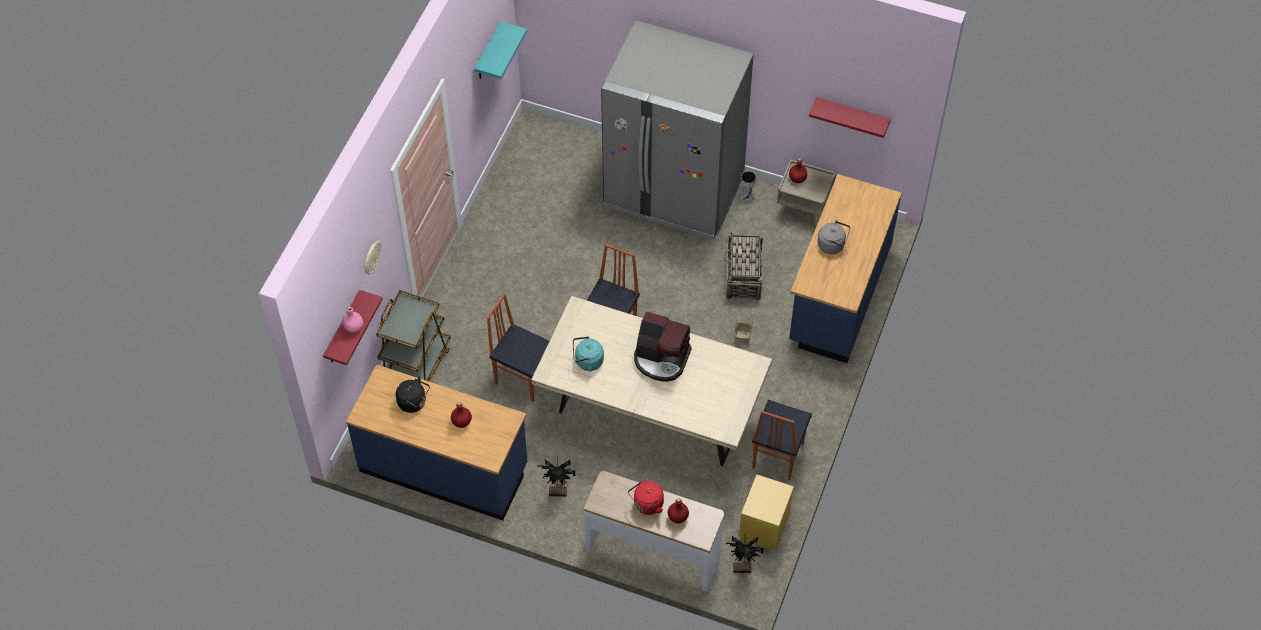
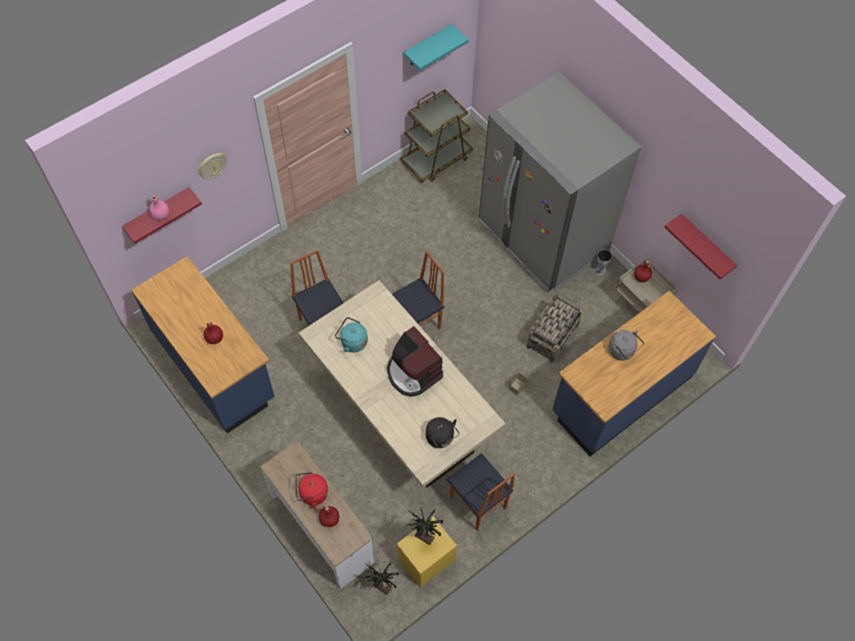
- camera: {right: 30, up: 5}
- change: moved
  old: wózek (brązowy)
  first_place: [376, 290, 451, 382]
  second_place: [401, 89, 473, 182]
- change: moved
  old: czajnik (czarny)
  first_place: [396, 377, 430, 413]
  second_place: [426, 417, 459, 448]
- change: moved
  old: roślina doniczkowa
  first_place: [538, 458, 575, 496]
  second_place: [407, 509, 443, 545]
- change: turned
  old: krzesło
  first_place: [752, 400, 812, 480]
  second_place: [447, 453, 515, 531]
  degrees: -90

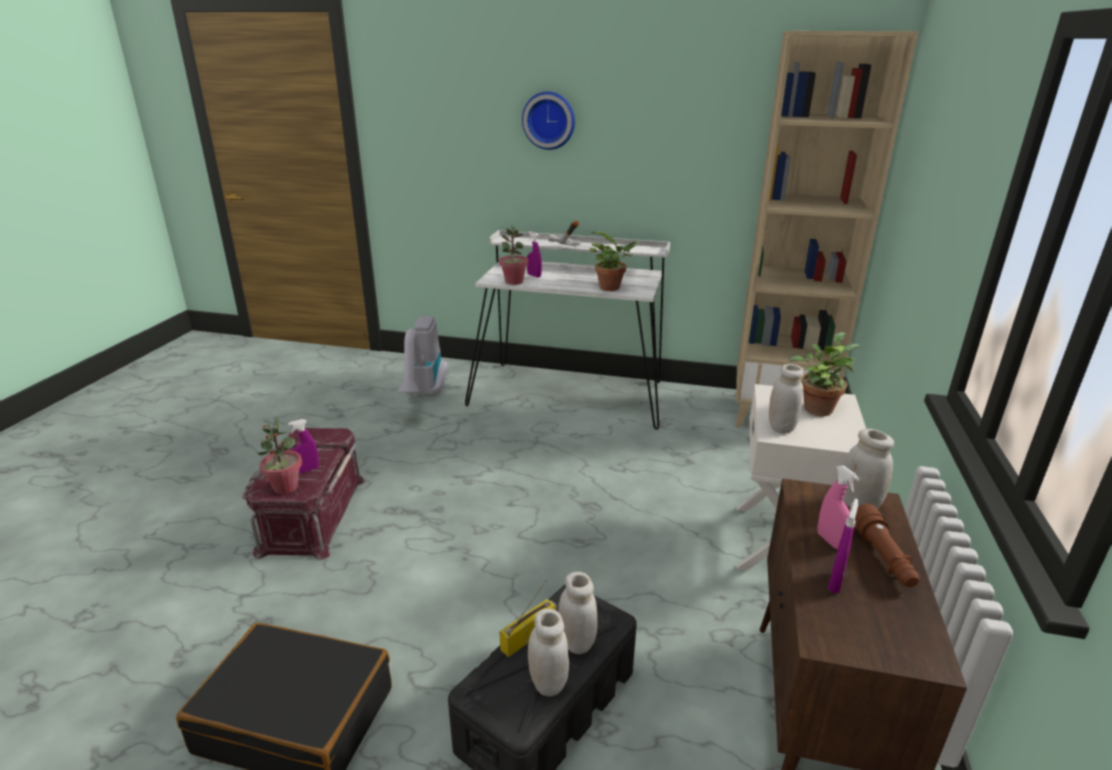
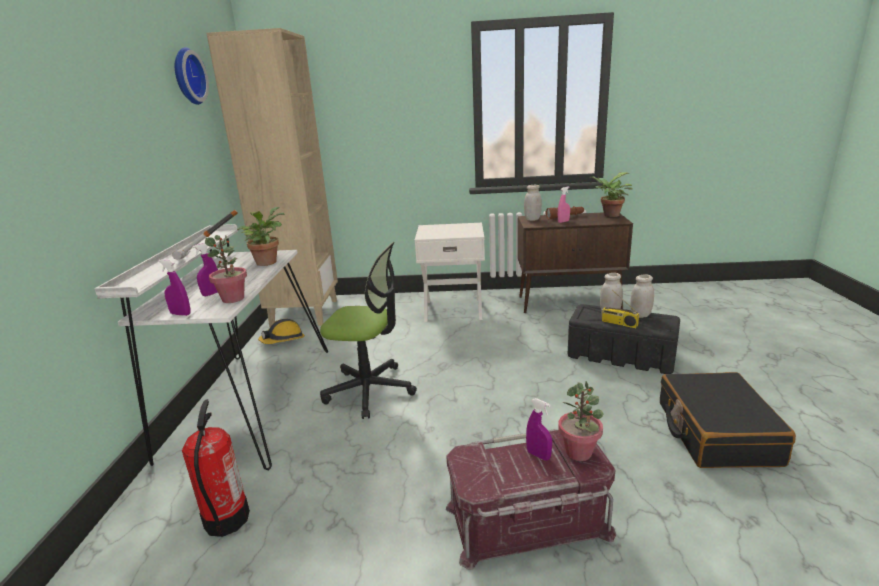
- camera: {right: -100, up: -5}
- change: replaced
  old: odkurzacz
  new: gaśnica
  first_place: [396, 316, 448, 395]
  second_place: [182, 399, 250, 537]
- change: moved
  old: zegar ścienny
  first_place: [522, 91, 575, 150]
  second_place: [175, 47, 209, 105]
- change: removed
  old: słoik (biały)
  first_place: [769, 364, 803, 434]
- change: moved
  old: roślina doniczkowa
  first_place: [788, 332, 860, 416]
  second_place: [592, 172, 633, 217]
- change: moved
  old: spryskiwacz (fioletowy)
  first_place: [828, 499, 858, 593]
  second_place: [158, 259, 191, 316]
- change: added
  new: kask
  second_place: [258, 319, 305, 344]
- change: added
  new: krzesło biurowe
  second_place: [320, 242, 417, 419]

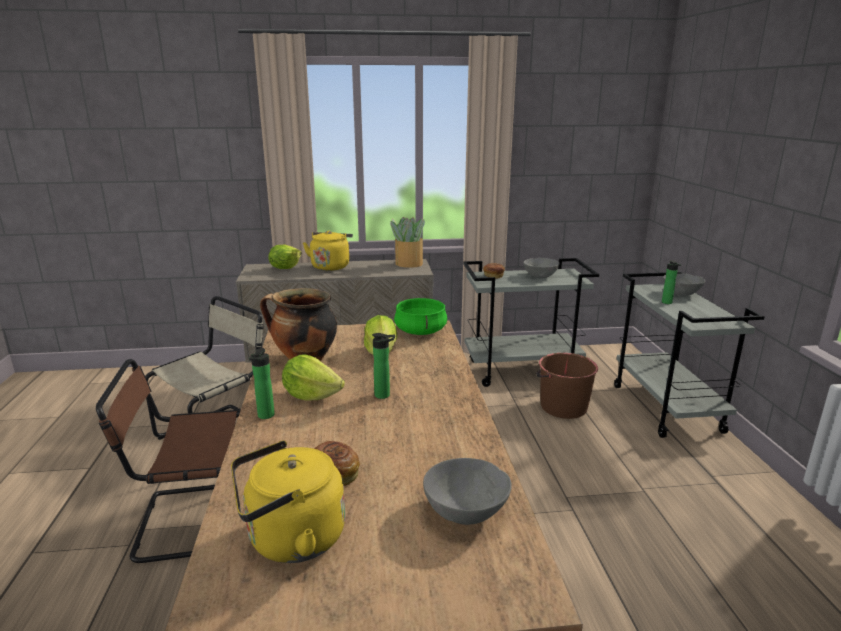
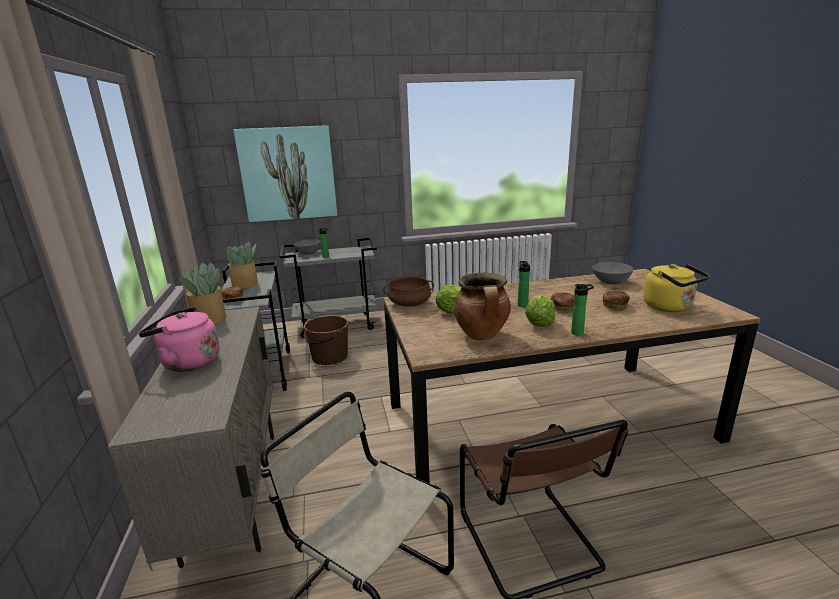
- camera: {right: -95, up: 0}
- change: removed
  old: sałata
  first_place: [269, 245, 302, 269]
- change: recoloured
  old: czajnik (żółty)
  new: czajnik (różowy)
  first_place: [303, 231, 353, 271]
  second_place: [139, 307, 220, 372]
- change: recoloured
  old: garnek (zielony)
  new: garnek (brązowy)
  first_place: [394, 298, 447, 335]
  second_place: [383, 276, 434, 306]
- change: replaced
  old: miska (szary)
  new: roślina doniczkowa
  first_place: [524, 258, 559, 278]
  second_place: [224, 242, 258, 289]
- change: added
  new: obraz
  second_place: [233, 125, 337, 222]
- change: added
  new: chleb
  second_place: [551, 292, 574, 312]

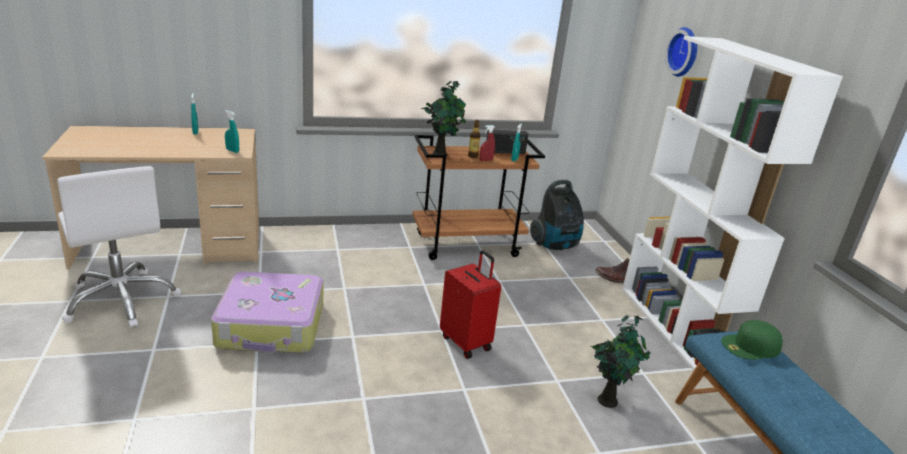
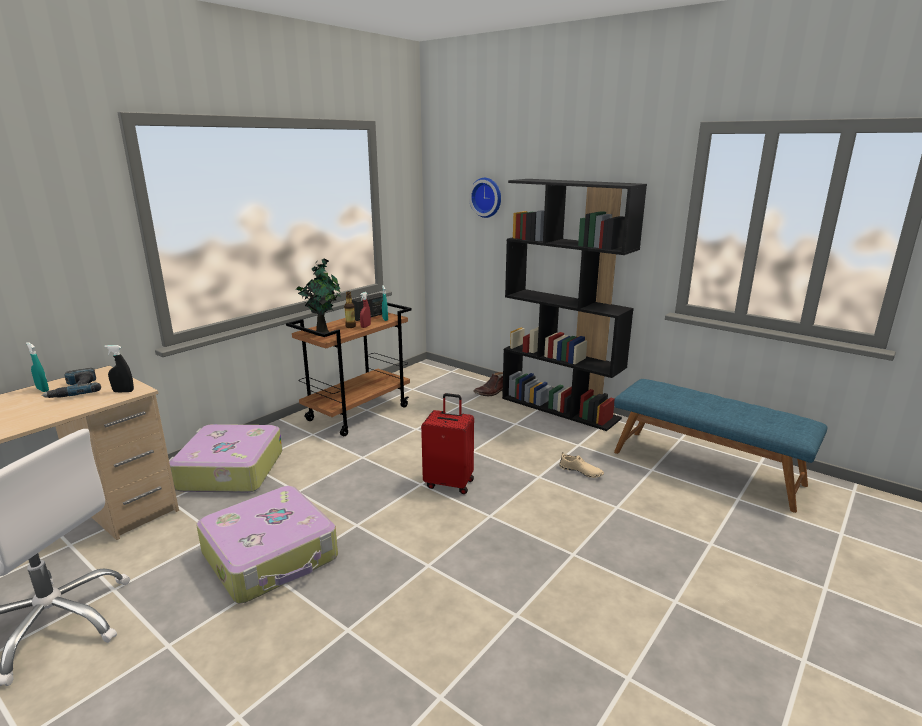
- camera: {right: -35, up: -5}
- change: recoloured
  old: spryskiwacz (turkusowy)
  new: spryskiwacz (czarny)
  first_place: [225, 110, 239, 153]
  second_place: [104, 345, 134, 392]
- change: removed
  old: odkurzacz
  first_place: [530, 180, 584, 250]
- change: replaced
  old: roślina doniczkowa
  new: but (beżowy)
  first_place: [590, 315, 651, 408]
  second_place: [559, 453, 604, 478]
- change: recoloured
  old: regał (biały)
  new: regał (czarny)
  first_place: [622, 36, 843, 371]
  second_place: [502, 179, 647, 431]
- change: removed
  old: czapka z daszkiem (zielony)
  first_place: [721, 320, 783, 360]
- change: added
  new: wiertarka
  second_place: [41, 368, 101, 398]
- change: added
  new: walizka
  second_place: [169, 424, 282, 493]

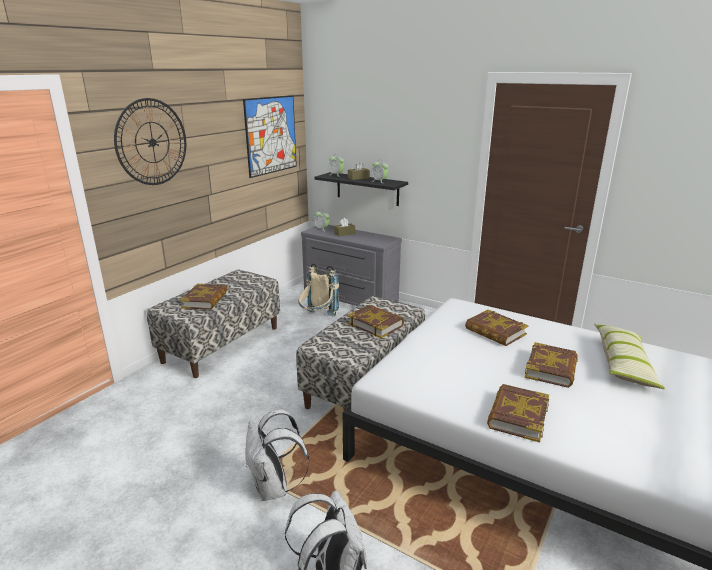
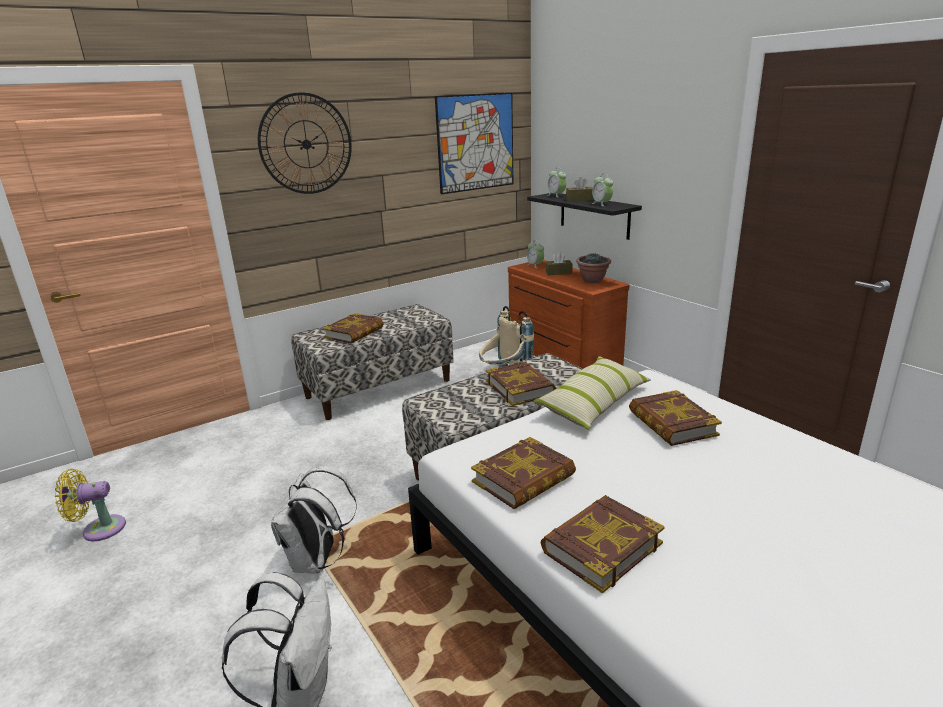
- camera: {right: 25, up: 0}
- change: recoloured
  old: komoda (szary)
  new: komoda (brązowy)
  first_place: [301, 225, 402, 306]
  second_place: [508, 260, 630, 369]
- change: moved
  old: książka
  first_place: [525, 342, 578, 388]
  second_place: [471, 437, 576, 509]
- change: moved
  old: poduszka
  first_place: [594, 323, 665, 389]
  second_place: [533, 356, 651, 430]
- change: added
  new: wentylator (żółty)
  second_place: [55, 469, 126, 541]
- change: added
  new: roślina doniczkowa
  second_place: [576, 253, 611, 283]

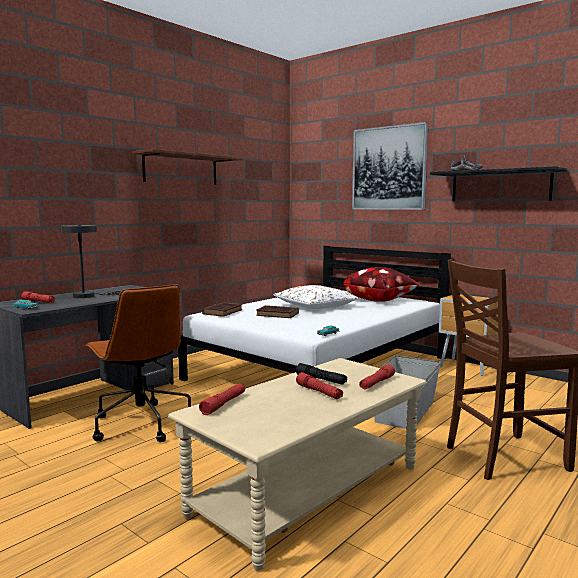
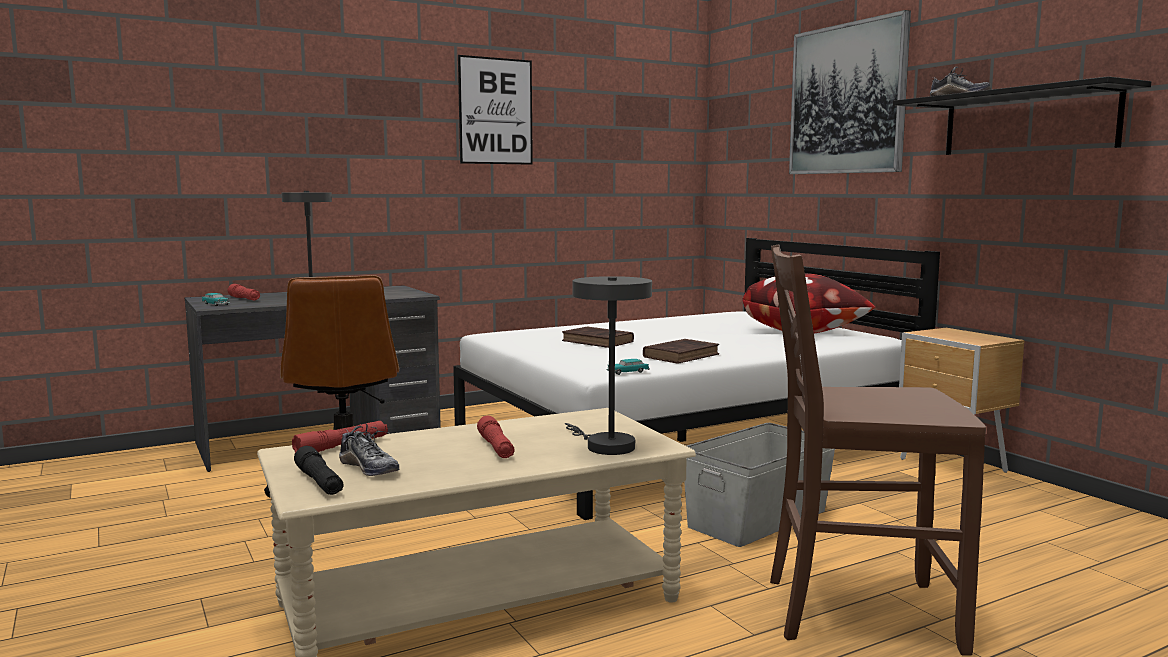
- camera: {right: 20, up: 0}
- change: replaced
  old: półka (brązowy)
  new: obraz
  first_place: [132, 149, 243, 185]
  second_place: [458, 55, 533, 165]
- change: moved
  old: książka (brązowy)
  first_place: [202, 302, 242, 317]
  second_place: [643, 339, 719, 364]
- change: removed
  old: poduszka (biały)
  first_place: [274, 285, 359, 309]
- change: moved
  old: latarka (czarny)
  first_place: [296, 363, 347, 385]
  second_place: [294, 446, 344, 495]
- change: replaced
  old: latarka (czerwony)
  new: lampa stołowa (szary)
  first_place: [359, 364, 395, 389]
  second_place: [565, 276, 652, 455]
- change: added
  new: but
  second_place: [339, 423, 399, 476]

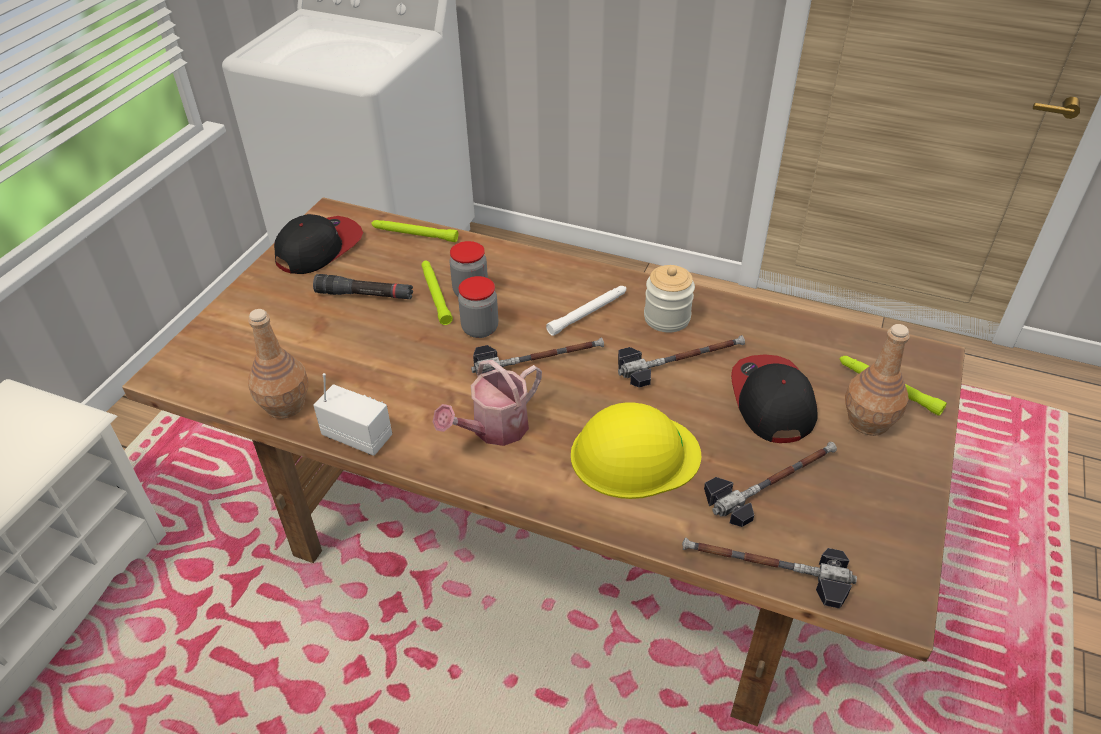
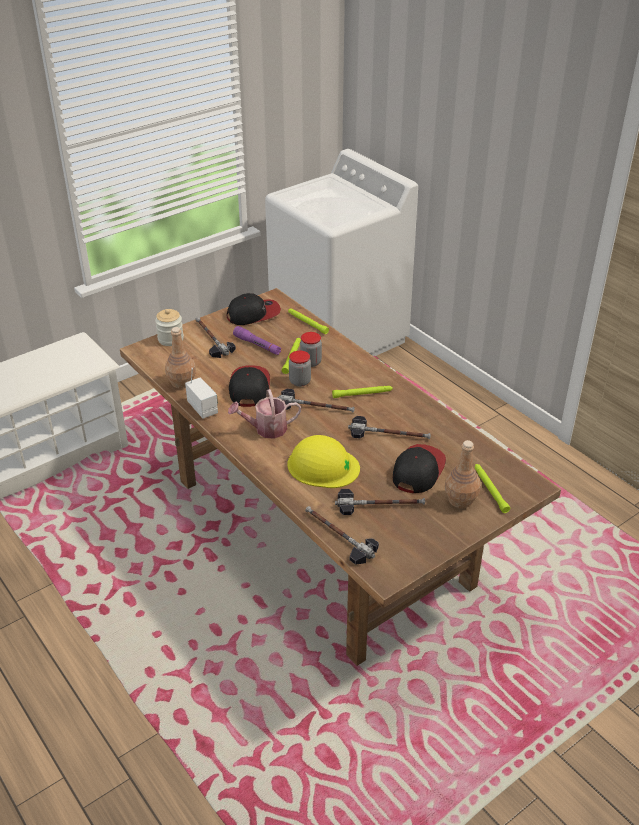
- camera: {right: 30, up: -5}
- change: recoloured
  old: latarka (czarny)
  new: latarka (fioletowy)
  first_place: [313, 274, 413, 299]
  second_place: [233, 326, 281, 355]
- change: recoloured
  old: latarka (biały)
  new: latarka (zielony)
  first_place: [546, 286, 626, 336]
  second_place: [332, 386, 393, 398]
- change: moved
  old: słoik
  first_place: [644, 265, 695, 333]
  second_place: [155, 309, 184, 346]
- change: added
  new: młotek
  second_place: [195, 317, 236, 358]
- change: added
  new: czapka z daszkiem
  second_place: [229, 365, 270, 407]

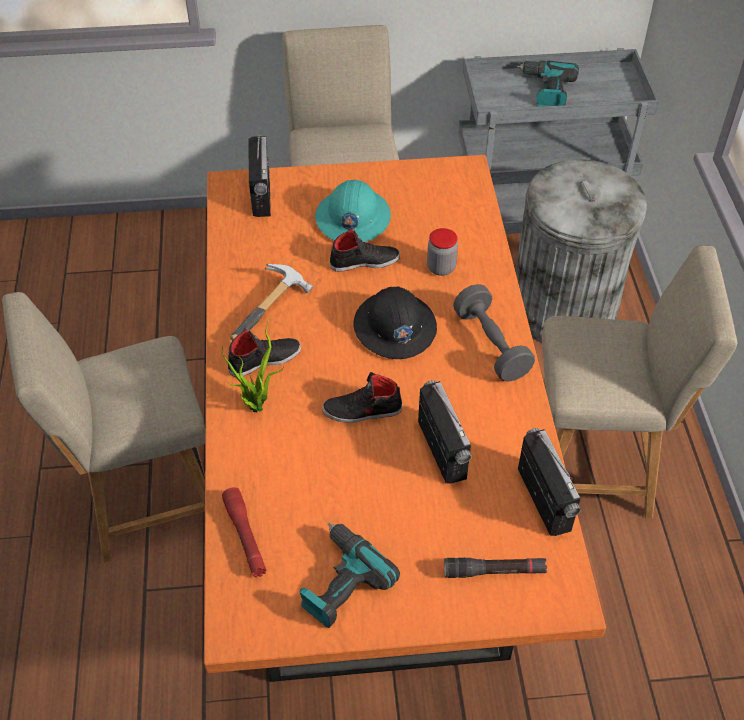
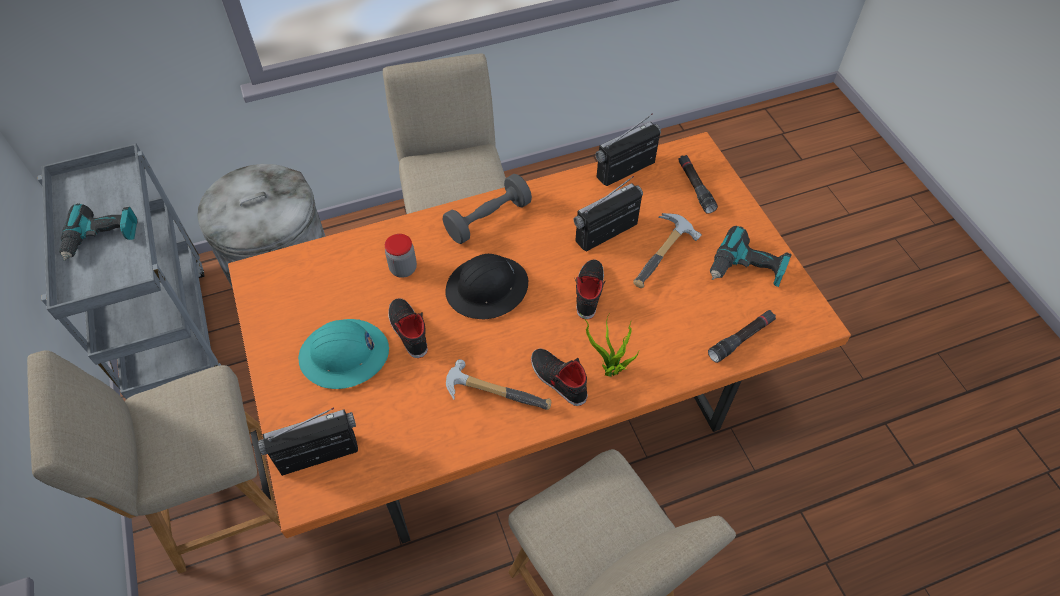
- camera: {right: -105, up: 5}
- change: recoloured
  old: latarka (czerwony)
  new: latarka (czarny)
  first_place: [222, 487, 267, 577]
  second_place: [708, 310, 776, 363]
- change: turned
  old: but (czarny)
  first_place: [322, 372, 402, 423]
  second_place: [574, 260, 606, 319]
  degrees: -150
- change: added
  new: młotek
  second_place: [633, 213, 702, 288]

